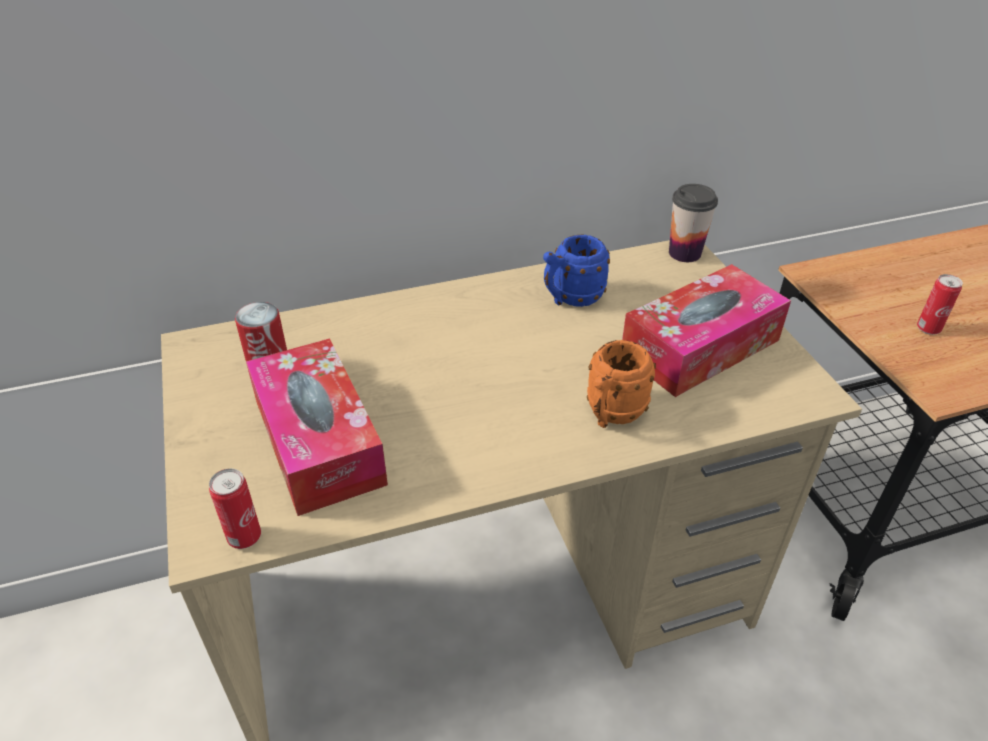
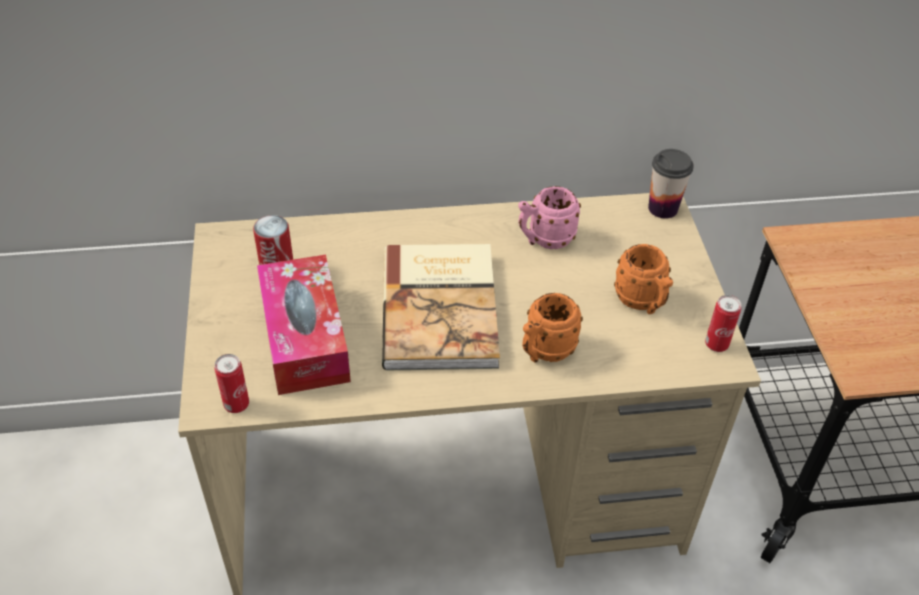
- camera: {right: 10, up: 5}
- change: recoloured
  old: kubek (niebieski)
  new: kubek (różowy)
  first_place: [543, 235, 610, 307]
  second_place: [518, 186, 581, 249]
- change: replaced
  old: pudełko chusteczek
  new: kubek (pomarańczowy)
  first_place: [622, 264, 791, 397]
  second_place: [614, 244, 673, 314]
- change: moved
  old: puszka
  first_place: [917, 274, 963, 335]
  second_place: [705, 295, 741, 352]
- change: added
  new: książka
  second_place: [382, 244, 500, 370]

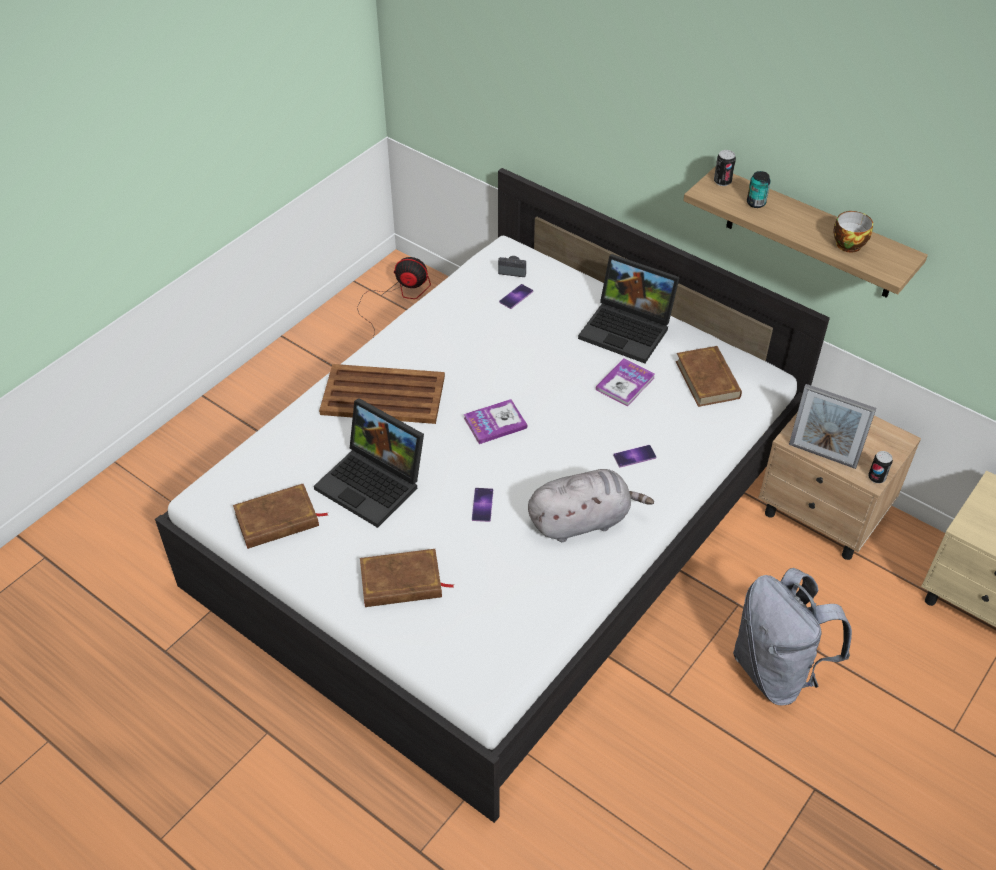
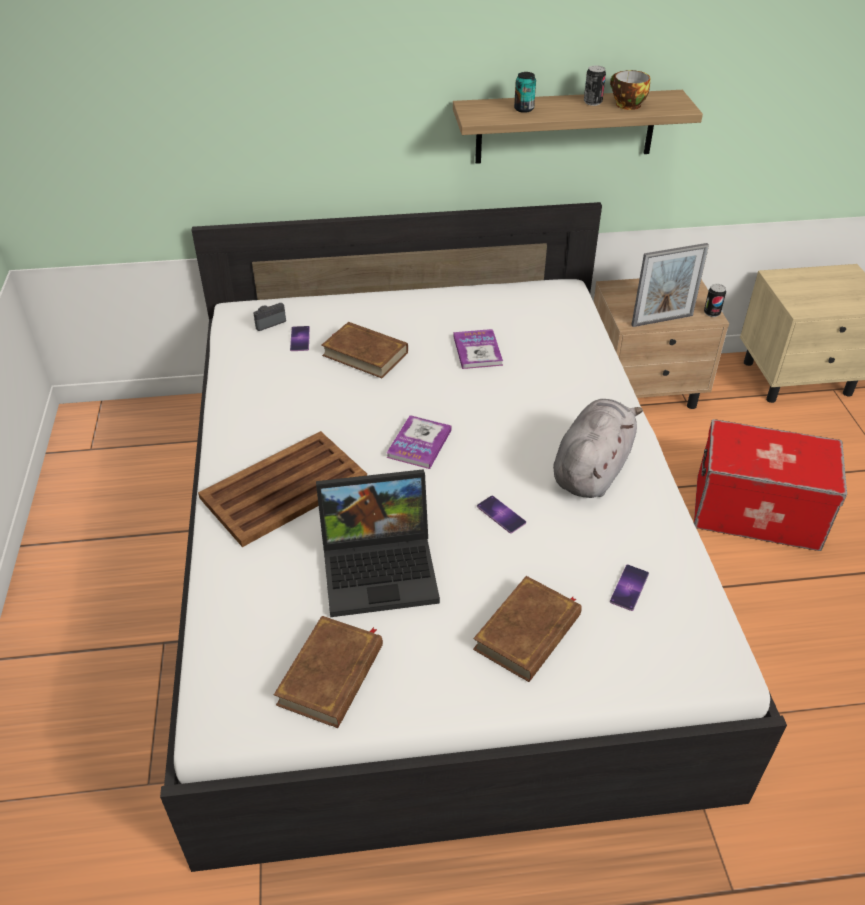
- camera: {right: -45, up: -5}
- change: removed
  old: wentylator
  first_place: [357, 257, 431, 337]
- change: removed
  old: laptop
  first_place: [578, 254, 680, 363]
- change: moved
  old: telefon
  first_place: [613, 445, 656, 467]
  second_place: [610, 565, 649, 611]
- change: moved
  old: książka (brązowy)
  first_place: [676, 346, 742, 407]
  second_place: [321, 322, 408, 378]
- change: moved
  old: puszka
  first_place: [714, 150, 736, 186]
  second_place: [584, 65, 606, 106]
- change: replaced
  old: plecak (szary)
  new: pojemnik do przechowywania
  first_place: [733, 568, 852, 706]
  second_place: [694, 419, 847, 551]

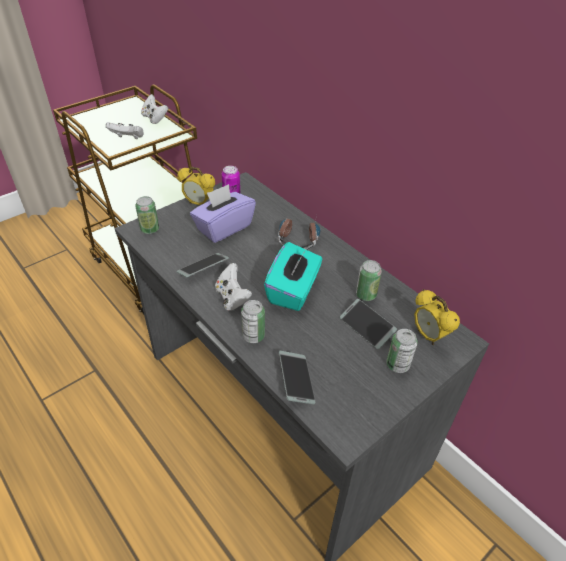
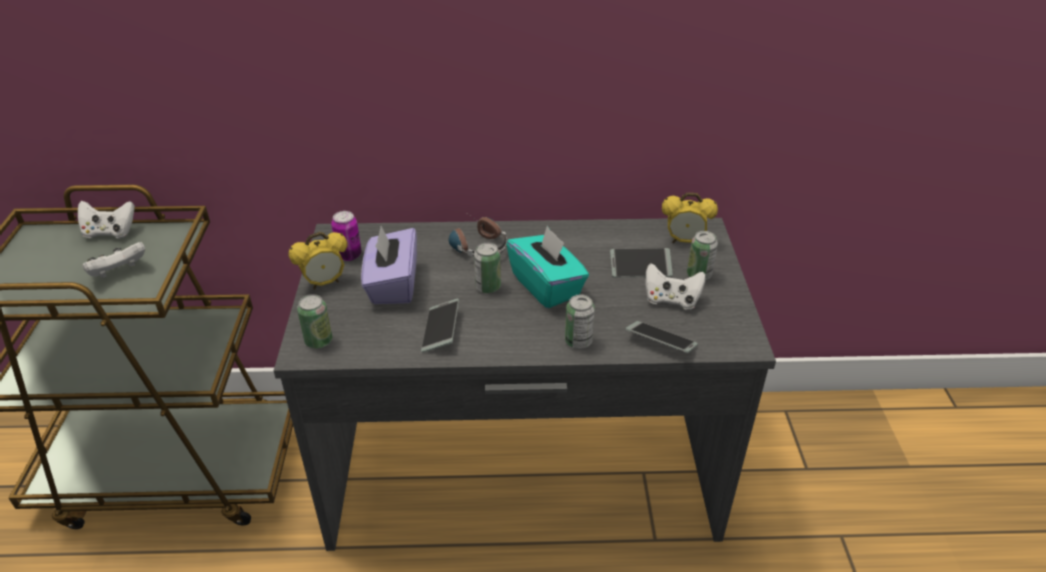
- camera: {right: -50, up: -5}
- change: moved
  old: pad do gier (biały)
  first_place: [215, 263, 252, 311]
  second_place: [645, 263, 705, 310]
- change: moved
  old: puszka
  first_place: [356, 260, 382, 301]
  second_place: [474, 242, 501, 293]

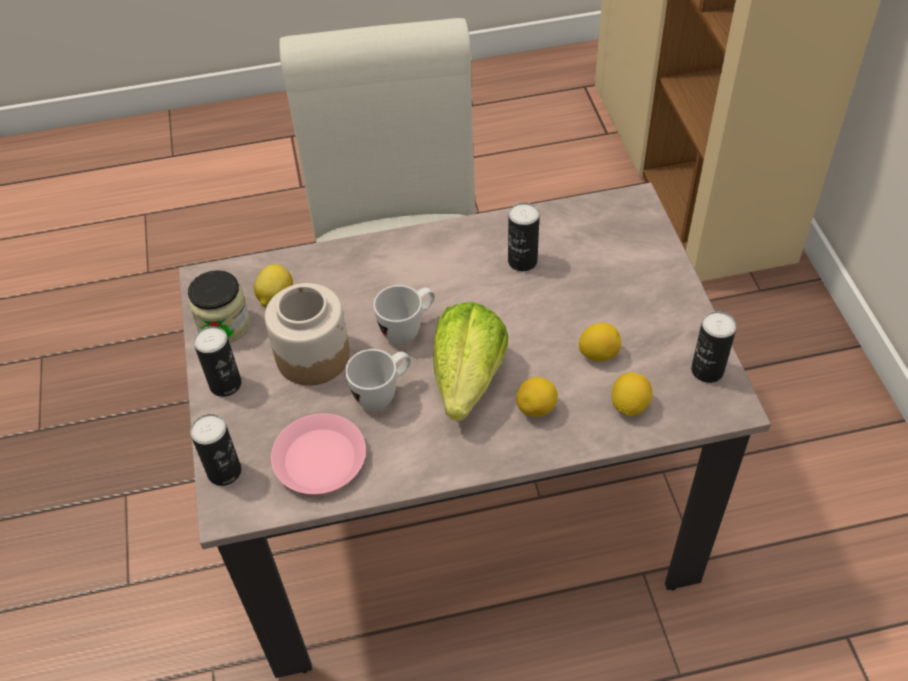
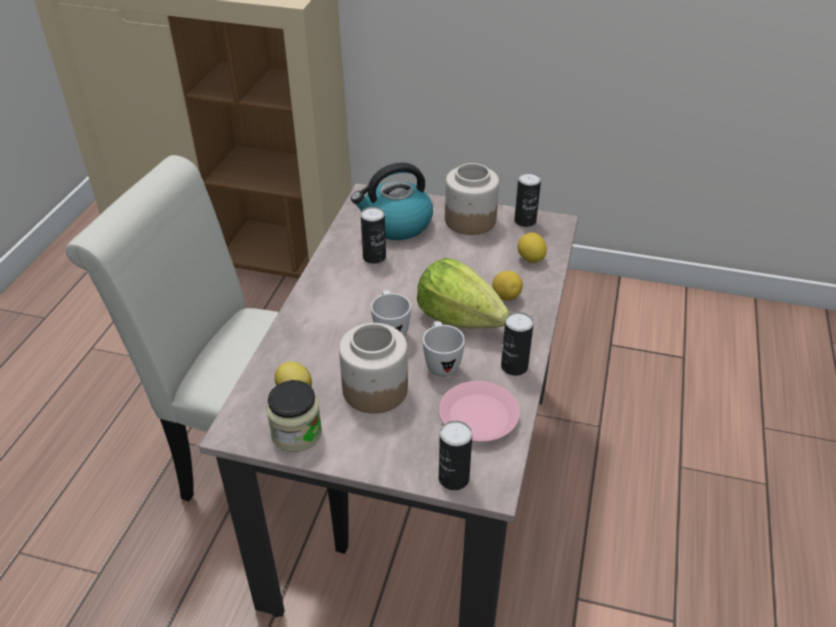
- camera: {right: -65, up: -10}
- change: moved
  old: puszka
  first_place: [193, 326, 241, 397]
  second_place: [501, 312, 534, 376]
- change: removed
  old: cytryna
  first_place: [579, 323, 621, 361]
- change: added
  new: czajnik
  second_place: [351, 162, 433, 240]
- change: added
  new: słoik
  second_place: [445, 163, 499, 235]

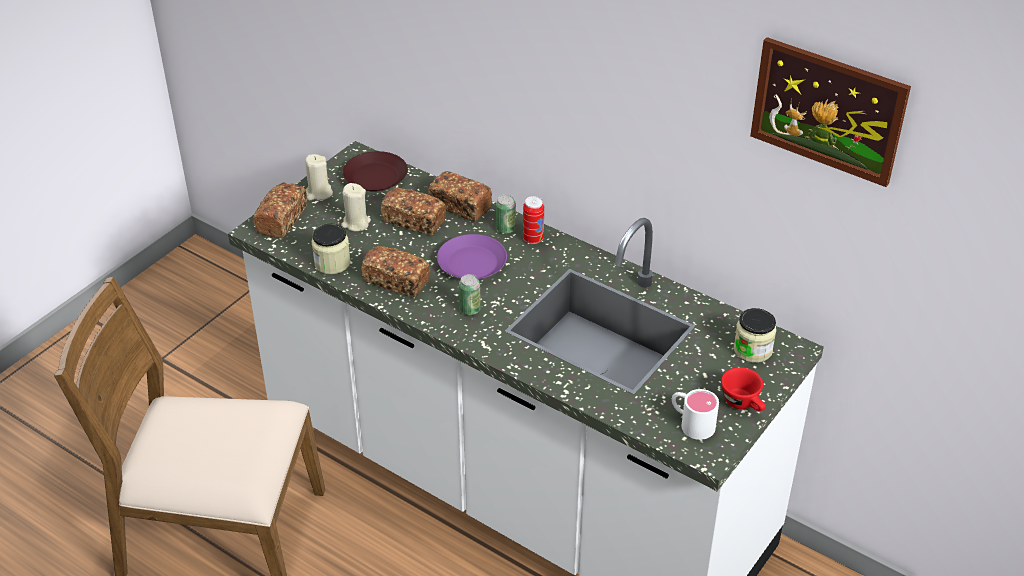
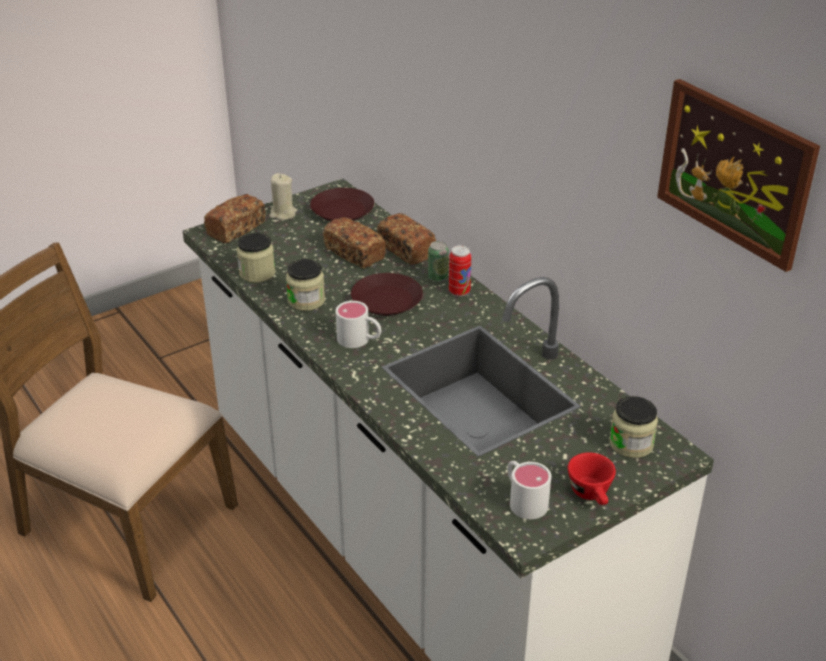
- camera: {right: 20, up: -5}
- change: removed
  old: świeca (beżowy)
  first_place: [341, 183, 371, 231]
- change: replaced
  old: chleb
  new: słoik
  first_place: [361, 246, 430, 297]
  second_place: [286, 259, 325, 311]
- change: recoloured
  old: talerz (fioletowy)
  new: talerz (brązowy)
  first_place: [437, 234, 507, 279]
  second_place: [351, 273, 423, 316]
- change: replaced
  old: puszka
  new: kubek (biały)
  first_place: [459, 274, 481, 315]
  second_place: [336, 301, 381, 348]

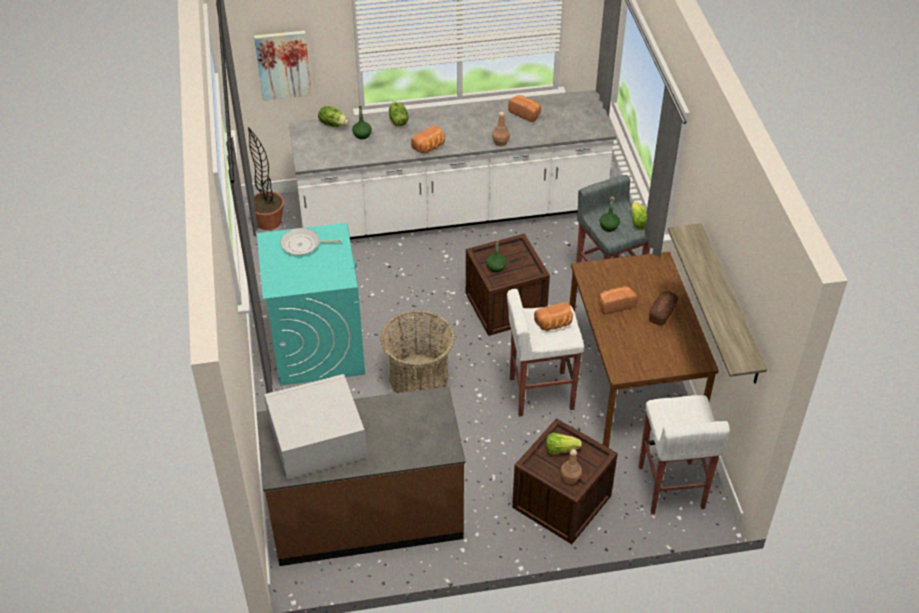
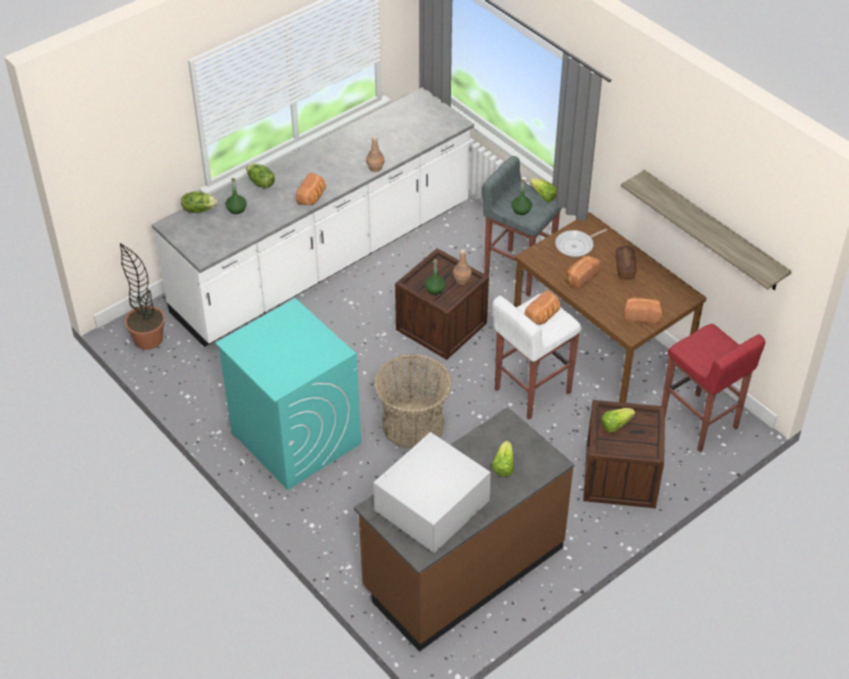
- camera: {right: -30, up: 0}
- change: removed
  old: obraz
  first_place: [254, 31, 312, 101]
- change: moved
  old: patelnia
  first_place: [280, 228, 341, 255]
  second_place: [555, 229, 607, 257]
- change: moved
  old: chleb
  first_place: [508, 95, 541, 122]
  second_place: [624, 297, 662, 323]
- change: moved
  old: butelka (brązowy)
  first_place: [561, 449, 582, 484]
  second_place: [453, 249, 472, 285]
- change: recoloured
  old: stołek (biały)
  new: stołek (czerwony)
  first_place: [639, 395, 730, 514]
  second_place: [661, 324, 765, 452]
- change: added
  new: sałata
  second_place: [492, 441, 514, 476]

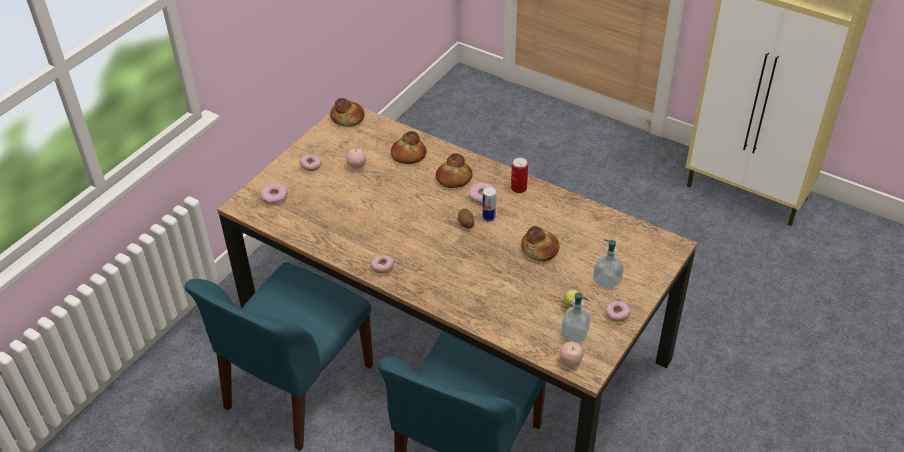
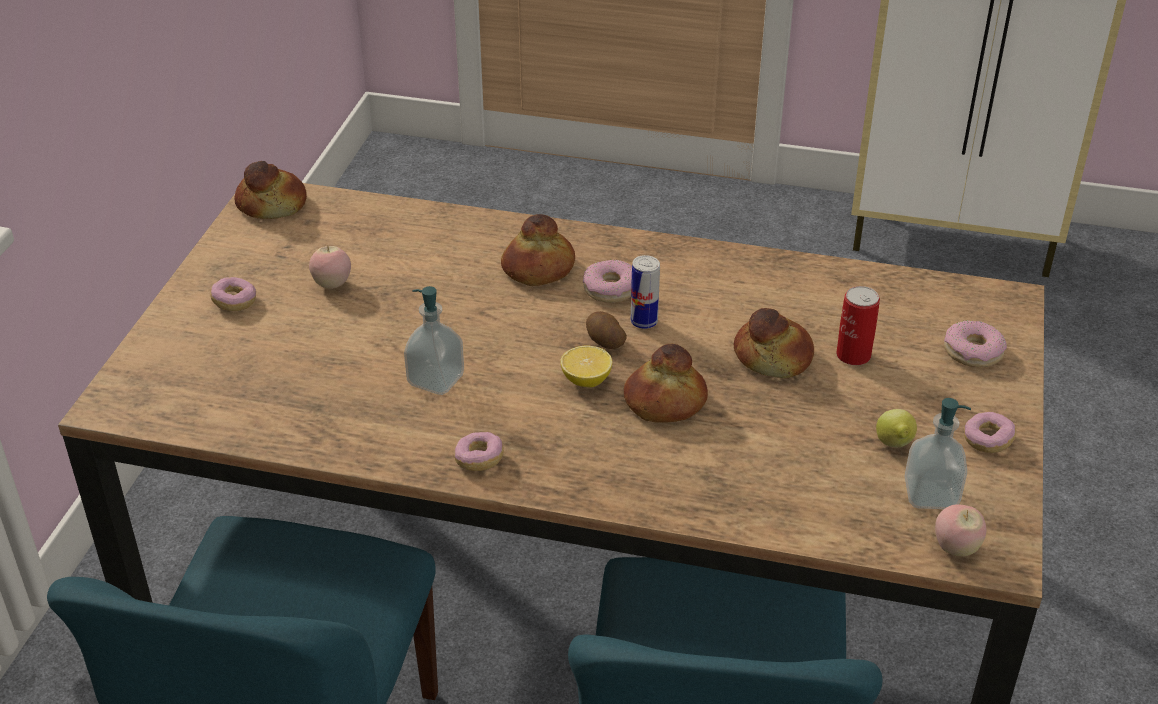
- camera: {right: -20, up: -5}
- change: moved
  old: donut
  first_place: [260, 182, 288, 206]
  second_place: [944, 320, 1007, 367]
- change: moved
  old: chleb
  first_place: [391, 131, 427, 164]
  second_place: [624, 344, 708, 422]
- change: moved
  old: puszka
  first_place: [511, 157, 528, 193]
  second_place: [836, 286, 880, 365]
- change: moved
  old: dozownik mydła
  first_place: [593, 239, 624, 290]
  second_place: [404, 286, 464, 395]
- change: added
  new: cytryna
  second_place: [560, 345, 612, 387]

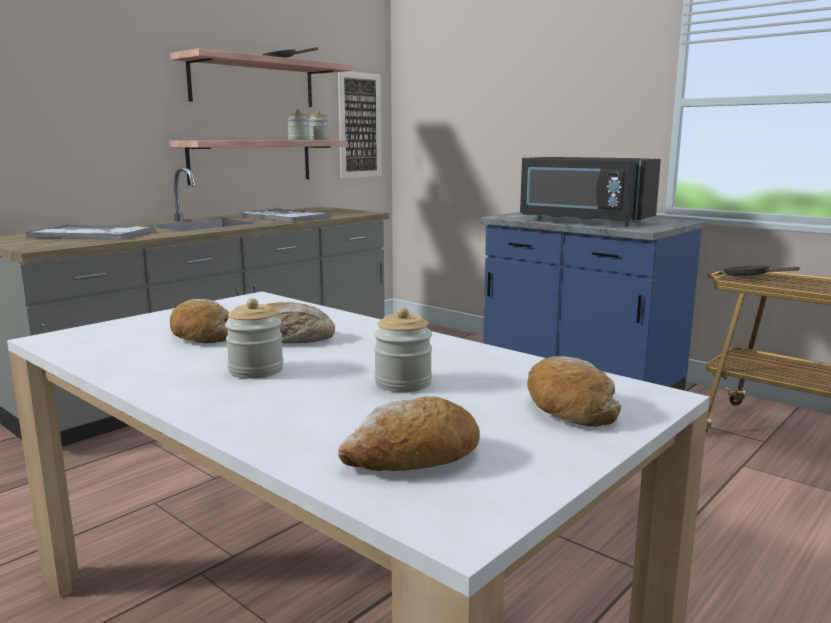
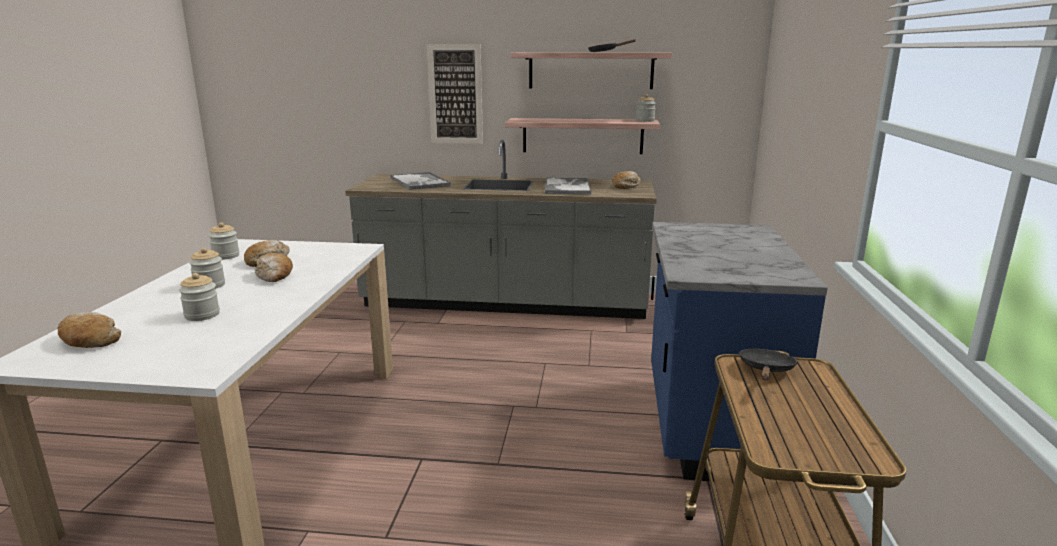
- camera: {right: 55, up: 5}
- change: moved
  old: słoik
  first_place: [287, 109, 310, 140]
  second_place: [208, 223, 240, 260]
- change: moved
  old: obraz
  first_place: [338, 71, 382, 178]
  second_place: [427, 44, 483, 144]
- change: removed
  old: mikrofalówka (czarny)
  first_place: [520, 157, 661, 226]
- change: moved
  old: chleb
  first_place: [527, 356, 621, 427]
  second_place: [612, 171, 640, 189]

